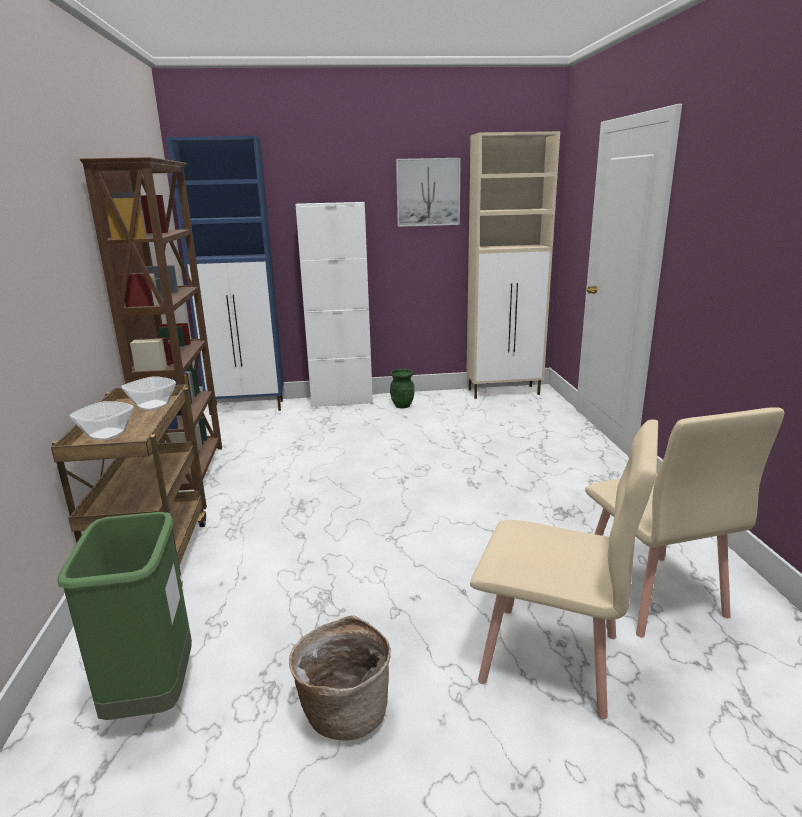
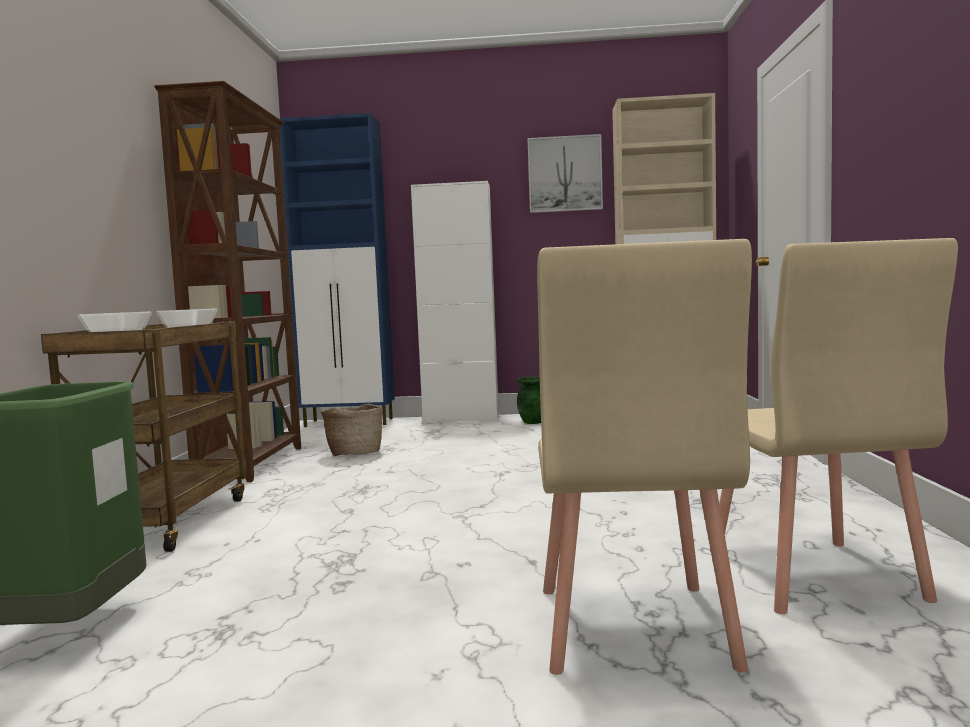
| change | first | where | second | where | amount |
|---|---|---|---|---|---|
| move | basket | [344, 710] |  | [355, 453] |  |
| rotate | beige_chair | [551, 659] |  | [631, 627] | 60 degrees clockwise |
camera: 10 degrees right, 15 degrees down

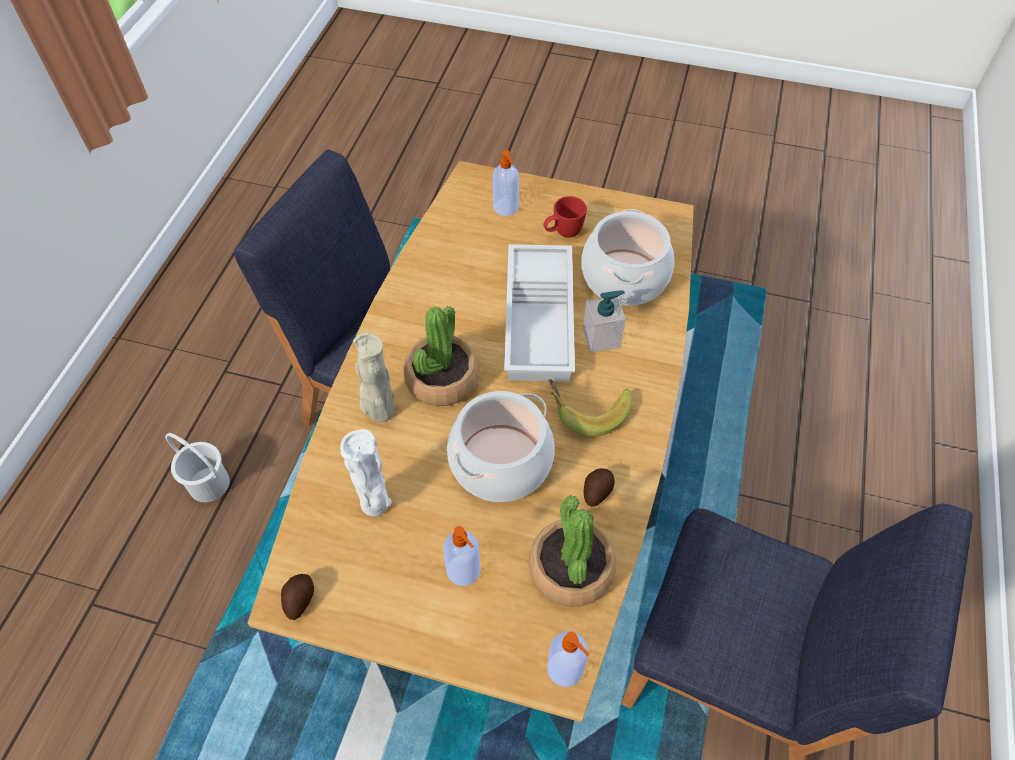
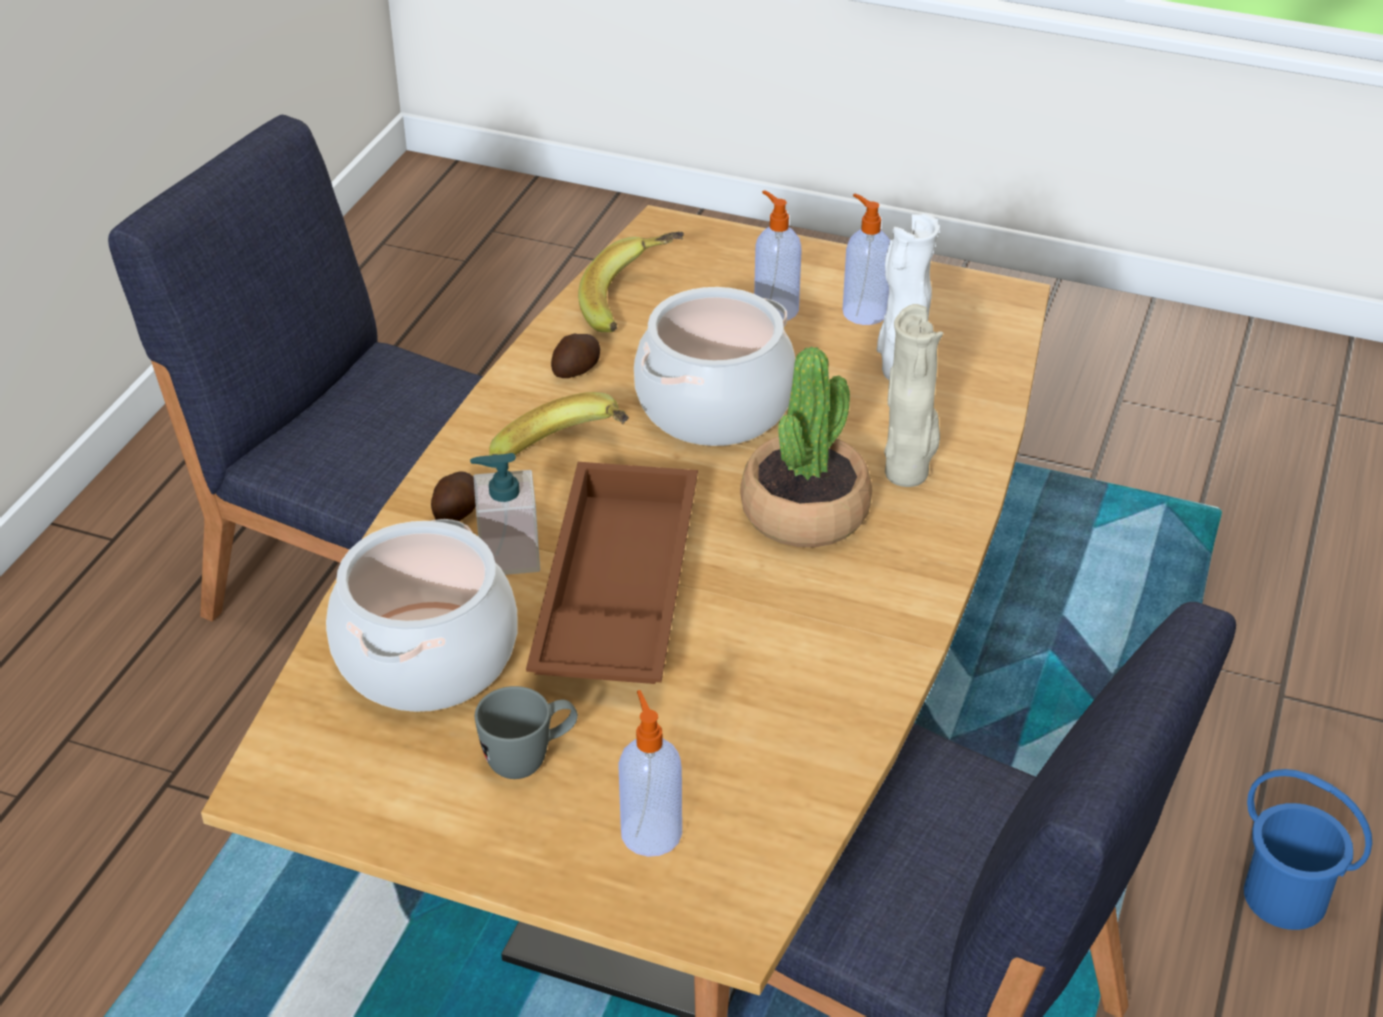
| change | first | where | second | where | amount |
|---|---|---|---|---|---|
| move | potato | [299, 599] |  | [458, 512] |  |
| recolor | red_mug | [563, 233] | grey_mug | [530, 759] |  |
| recolor | white_tray | [541, 319] | brown_tray | [613, 592] |  |
| replace | potted_plant | [570, 569] | banana | [634, 304] |  |
| move | soap_dispenser | [566, 670] |  | [863, 312] |  |
| recolor | white_bucket | [208, 484] | blue_bucket | [1285, 895] |  |
camera: 175 degrees left, 15 degrees down

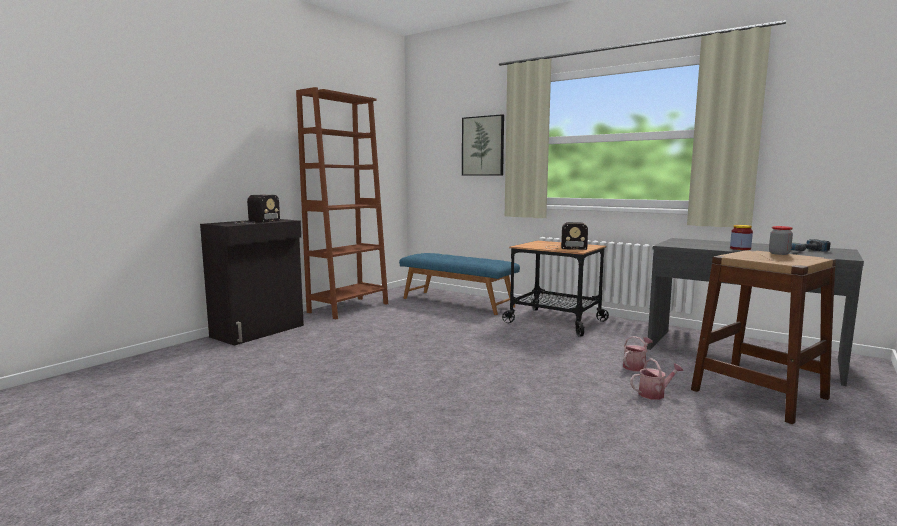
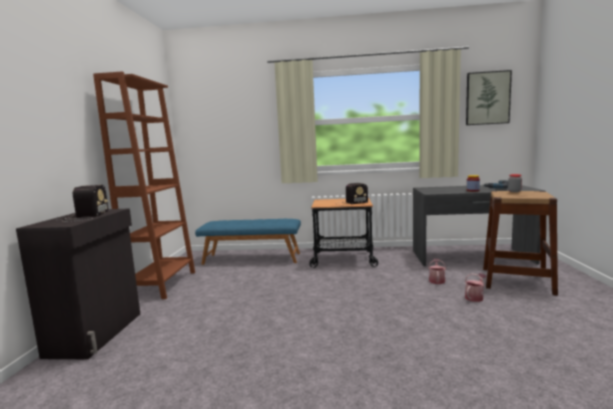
| change | first | where | second | where | amount |
|---|---|---|---|---|---|
| move | picture | [483, 146] |  | [487, 98] |  |
camera: 30 degrees left, 0 degrees up

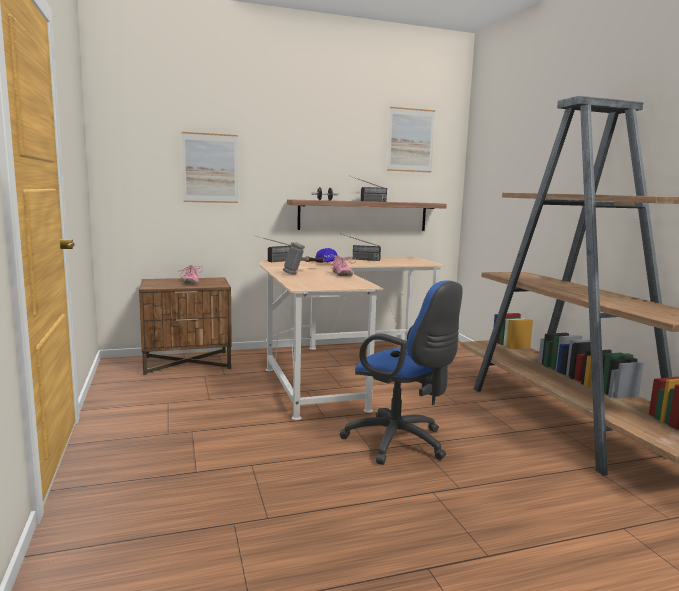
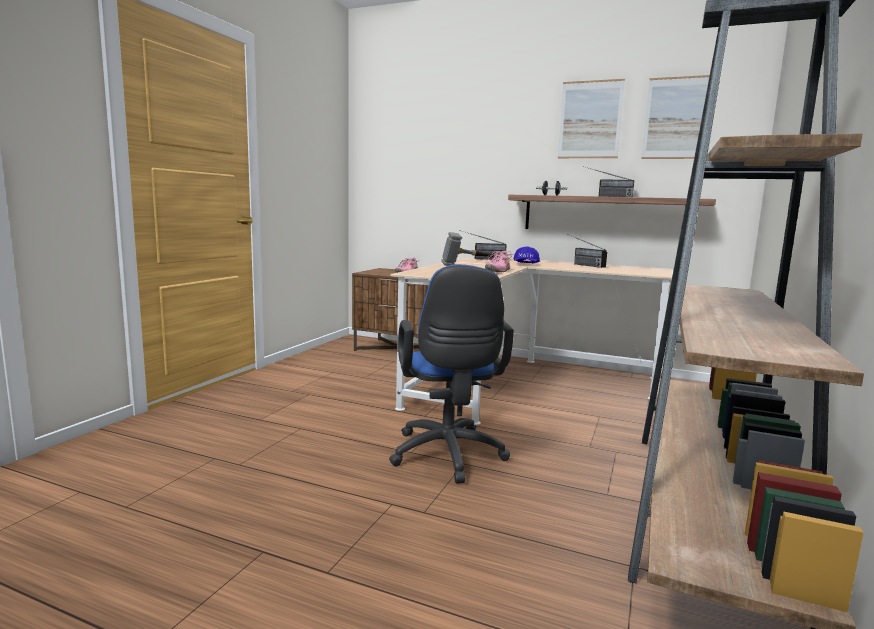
| change | first | where | second | where | amount |
|---|---|---|---|---|---|
| move | picture | [210, 168] |  | [590, 120] |  |
camera: 40 degrees right, 0 degrees up

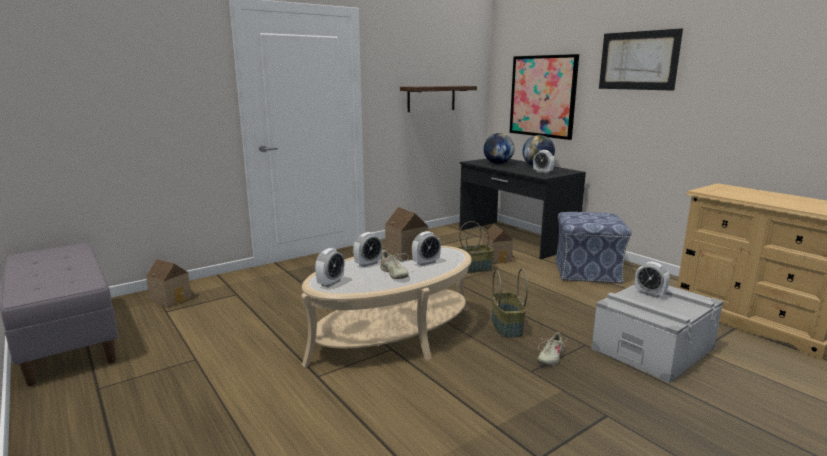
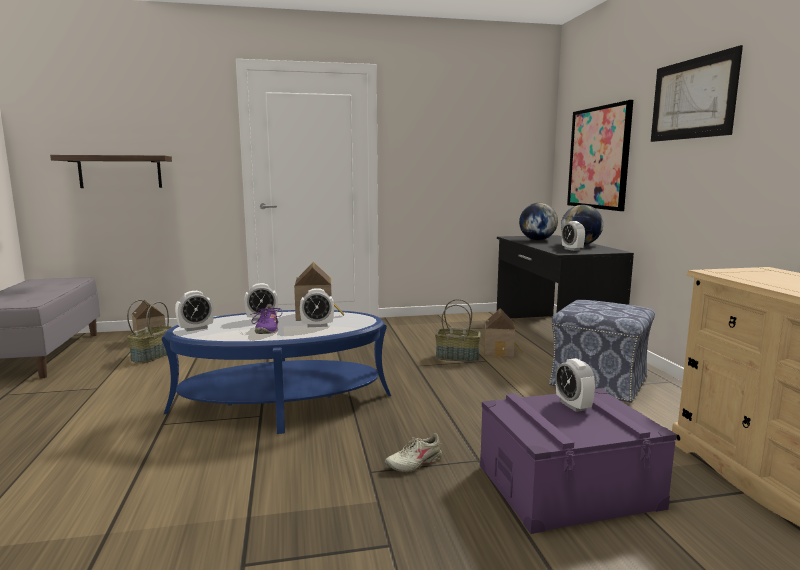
| change | first | where | second | where | amount |
|---|---|---|---|---|---|
| move | shelf | [431, 98] |  | [120, 172] |  |
| move | basket | [506, 326] |  | [152, 355] |  |
| recolor | beige_coffee_table | [393, 334] | blue_coffee_table | [281, 403] |  |
| recolor | beige_shoe | [393, 273] | purple_shoe | [266, 329] |  |
| recolor | grey_storage_box | [652, 348] | purple_storage_box | [567, 486] |  |
camera: 25 degrees right, 5 degrees down

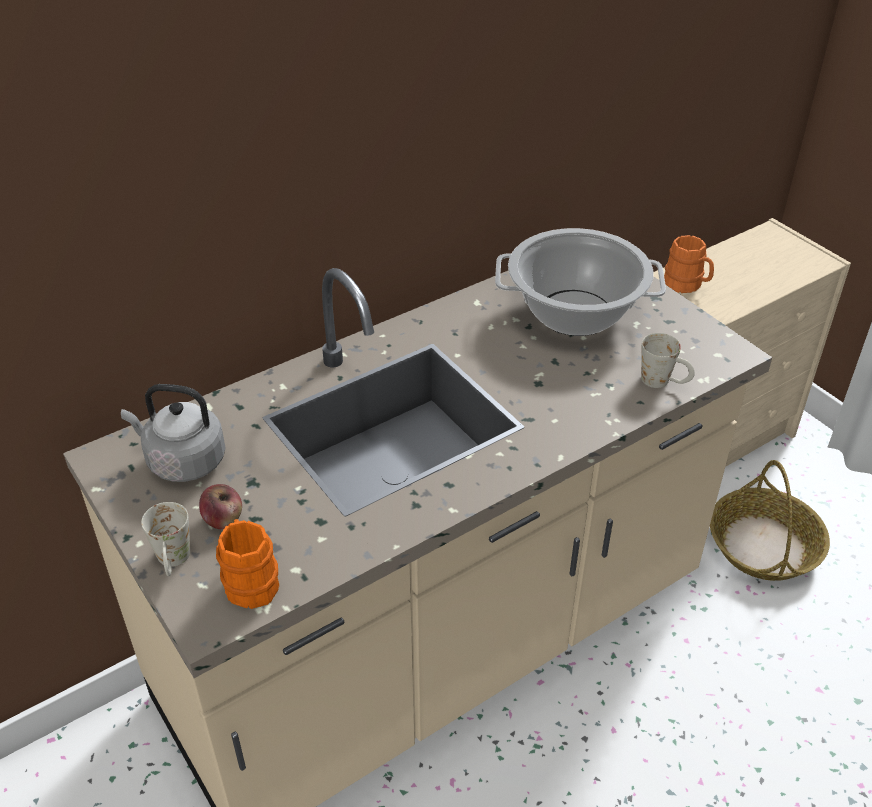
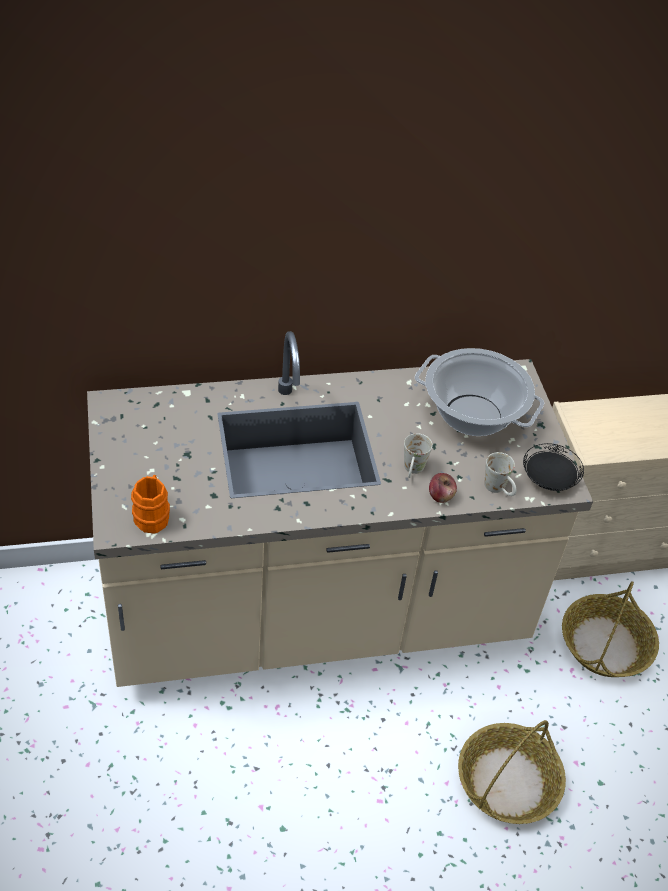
| change | first | where | second | where | amount |
|---|---|---|---|---|---|
| move | white_mug | [174, 563] |  | [412, 471] |  |
| move | apple | [223, 519] |  | [440, 496] |  |
| insert |  |  | basket | [507, 781] |  |
| insert |  |  | black_plate | [548, 479] |  |
| delete | grey_kettle | [182, 461] |  |  |  |
| delete | orange_mug | [686, 285] |  |  |  |
camera: 20 degrees right, 5 degrees up

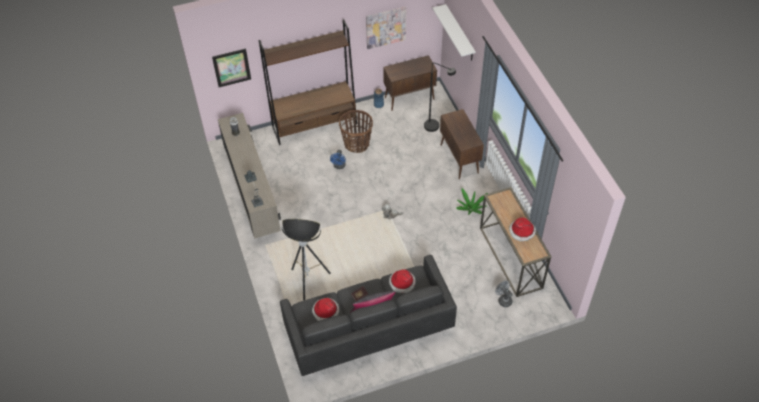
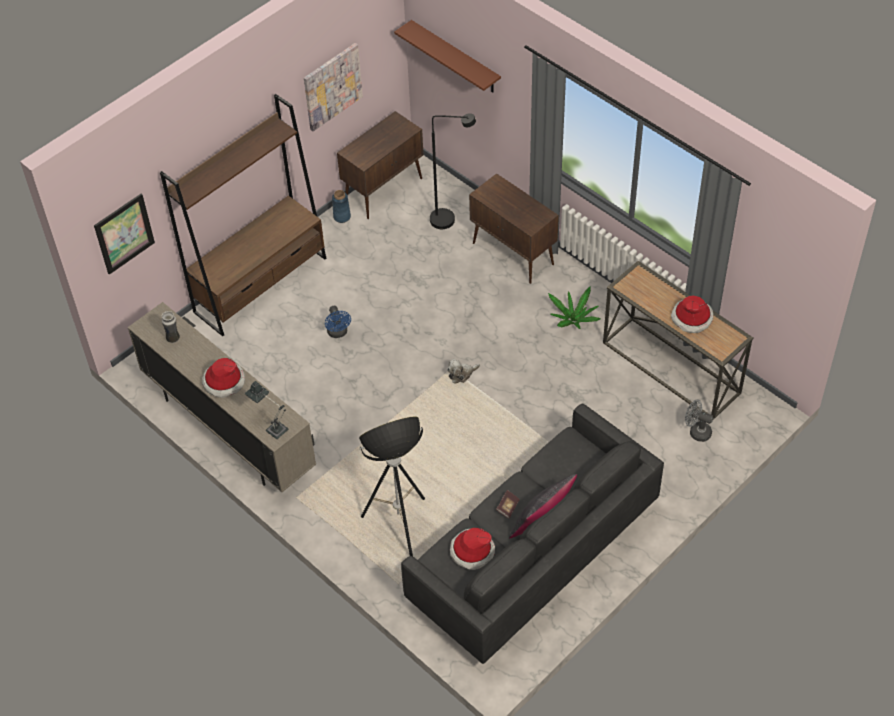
| change | first | where | second | where | amount |
|---|---|---|---|---|---|
| move | hat | [402, 282] |  | [224, 381] |  |
| recolor | white_shelf | [460, 33] | brown_shelf | [455, 57] |  |
| delete | basket | [357, 144] |  |  |  |
camera: 25 degrees left, 0 degrees up

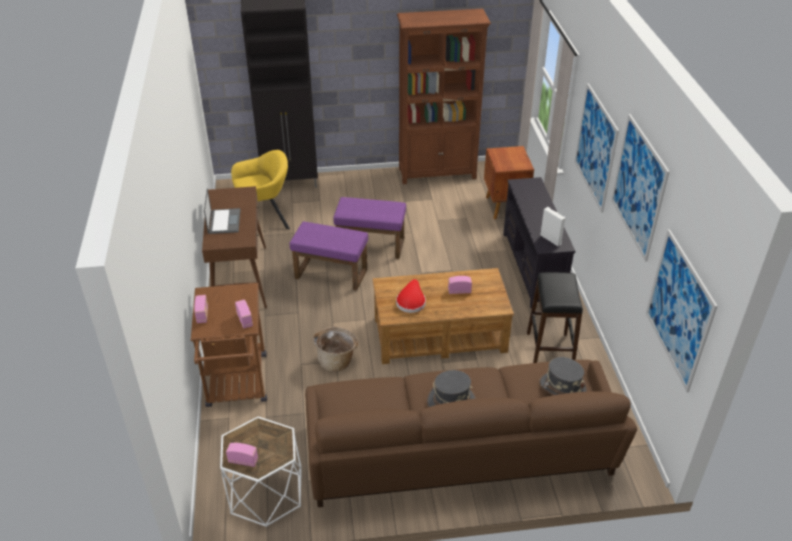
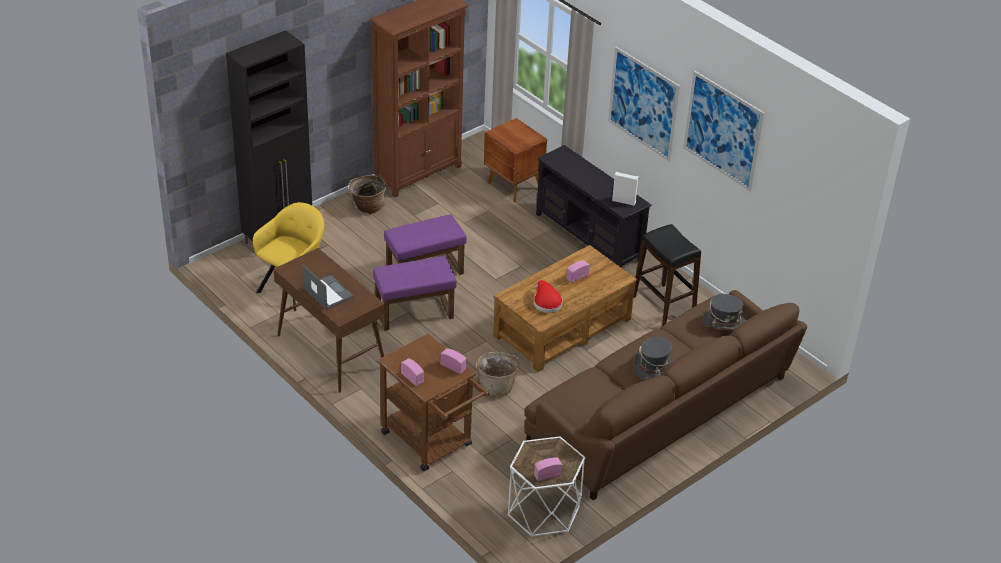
| change | first | where | second | where | amount |
|---|---|---|---|---|---|
| insert |  |  | basket | [368, 207] |  |
| delete | picture | [679, 310] |  |  |  |
camera: 35 degrees left, 0 degrees up

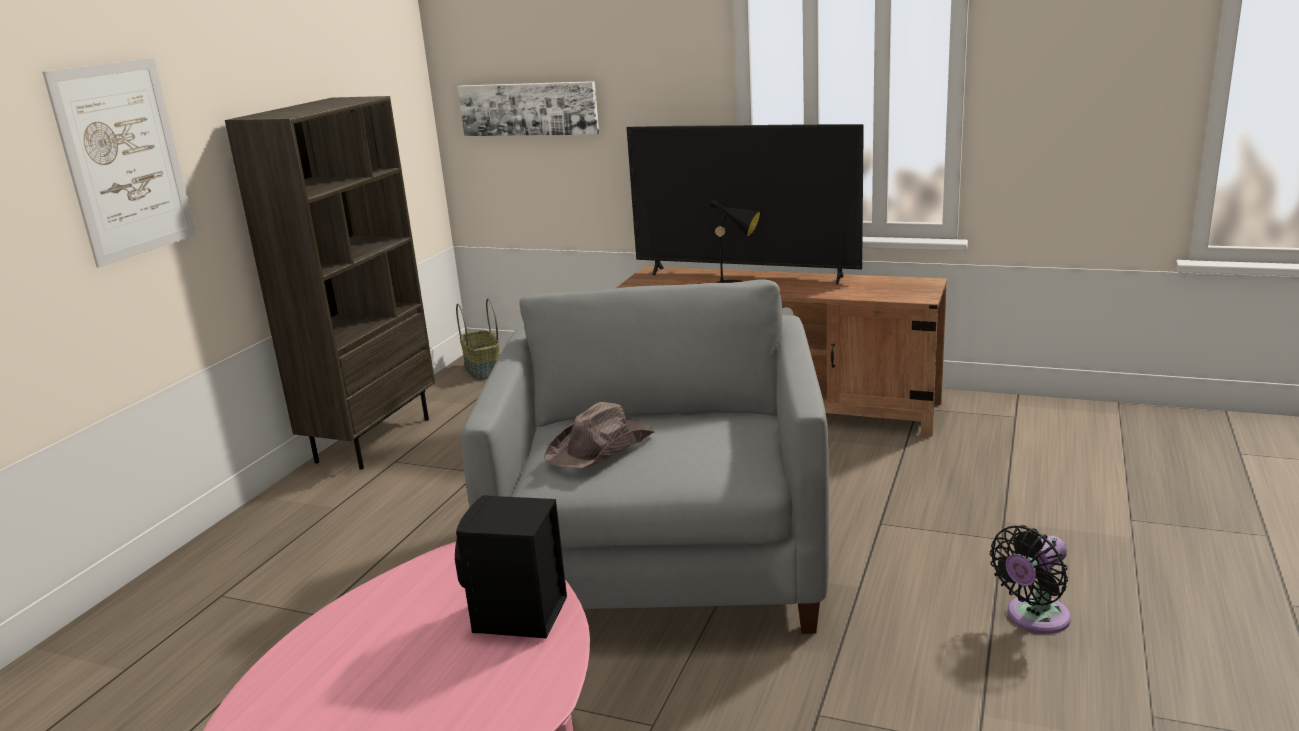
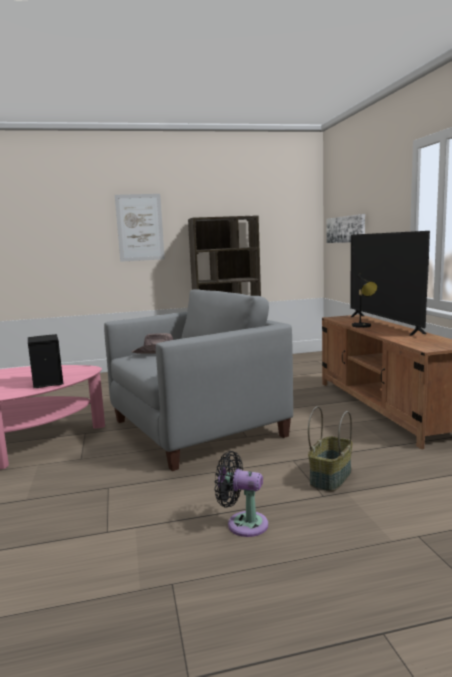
| change | first | where | second | where | amount |
|---|---|---|---|---|---|
| move | basket | [482, 370] |  | [330, 477] |  |
camera: 55 degrees right, 10 degrees down

